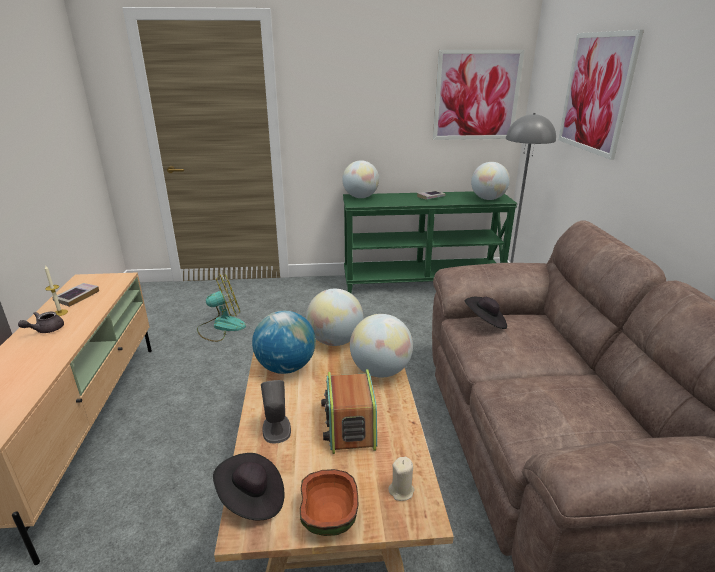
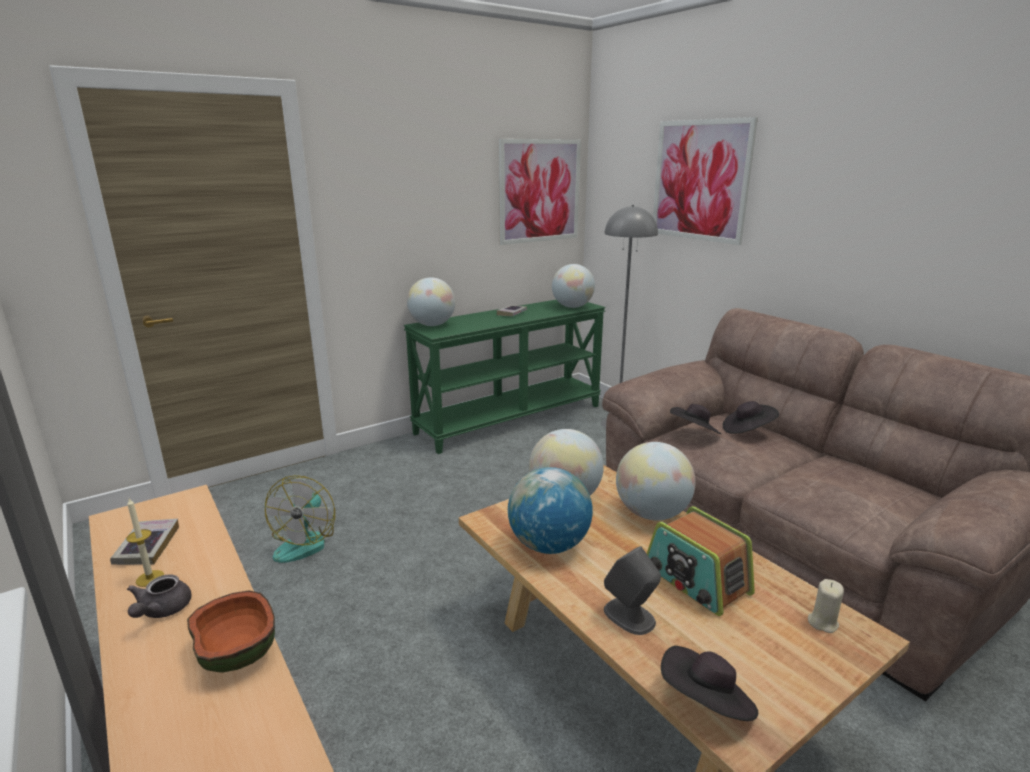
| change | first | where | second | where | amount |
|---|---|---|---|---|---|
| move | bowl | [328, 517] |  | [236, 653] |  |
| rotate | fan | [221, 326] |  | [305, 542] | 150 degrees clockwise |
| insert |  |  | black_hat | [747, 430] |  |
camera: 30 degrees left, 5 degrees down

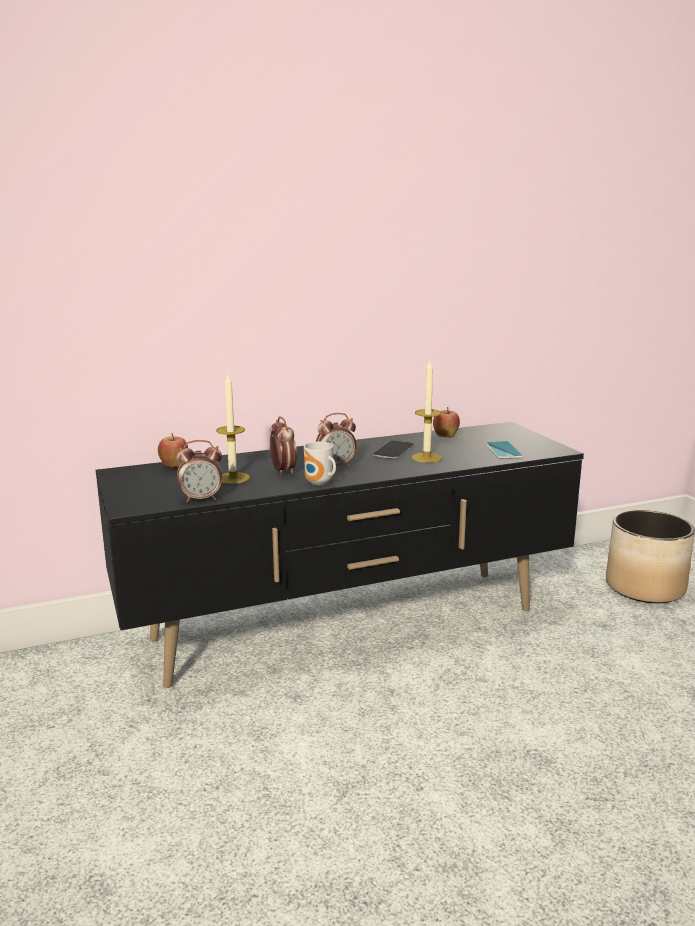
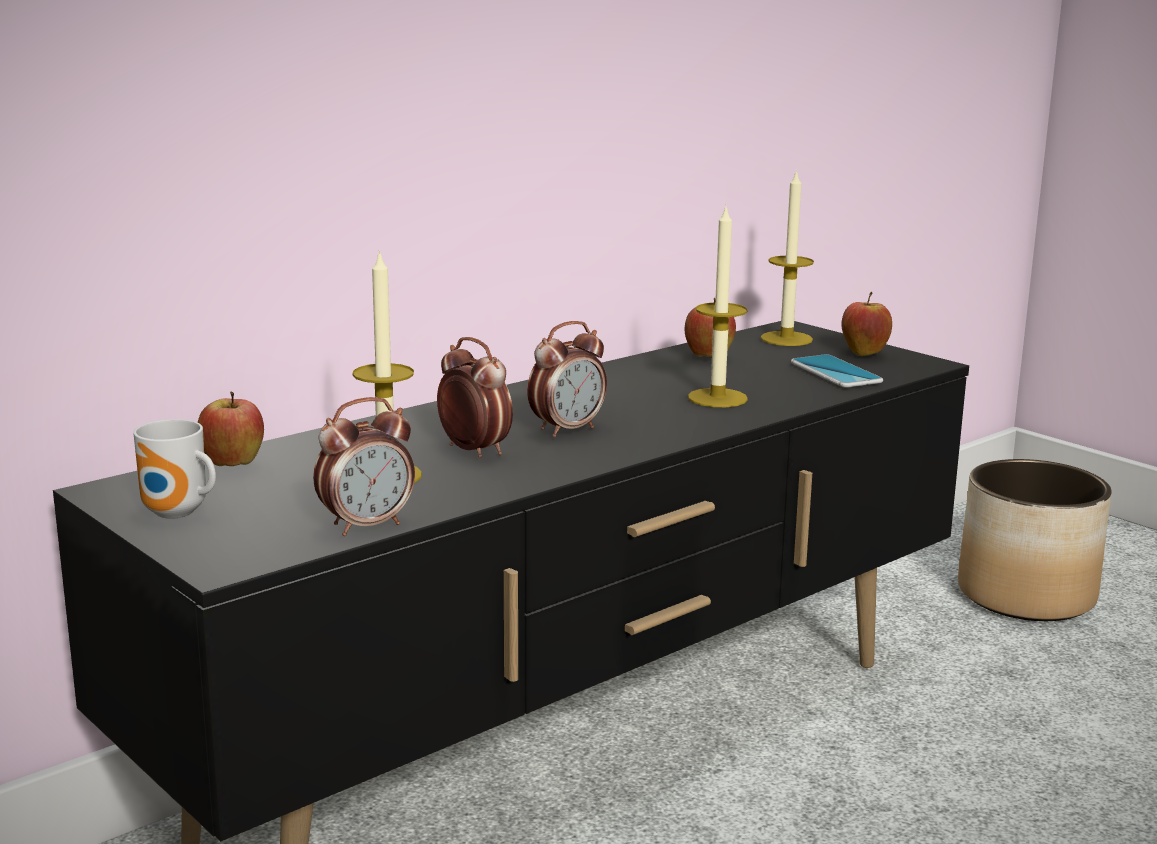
| change | first | where | second | where | amount |
|---|---|---|---|---|---|
| move | mug | [319, 483] |  | [177, 514] |  |
| insert |  |  | candle | [786, 339] |  |
| insert |  |  | apple | [864, 354] |  |
| delete | phone | [393, 451] |  |  |  |
camera: 20 degrees left, 0 degrees up

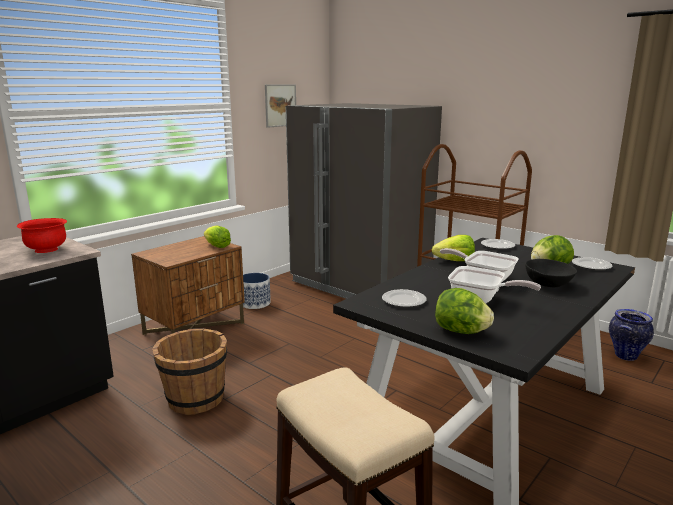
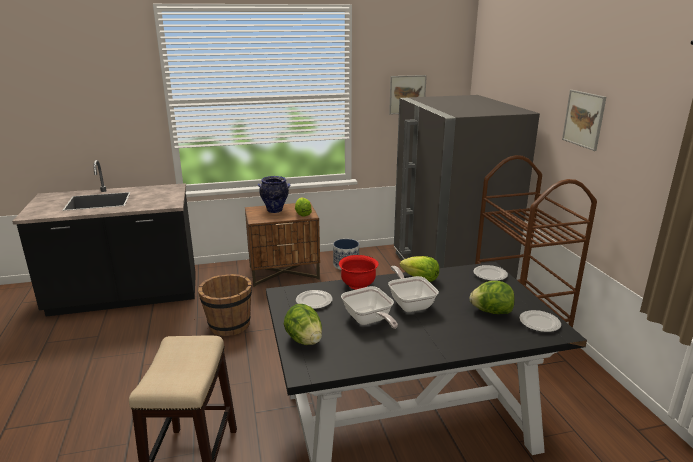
| change | first | where | second | where | amount |
|---|---|---|---|---|---|
| move | vase | [626, 356] |  | [275, 210] |  |
| move | red_bowl | [46, 250] |  | [358, 285] |  |
| insert |  |  | picture | [583, 119] |  |
| delete | black_bowl | [548, 284] |  |  |  |
camera: 35 degrees right, 5 degrees up

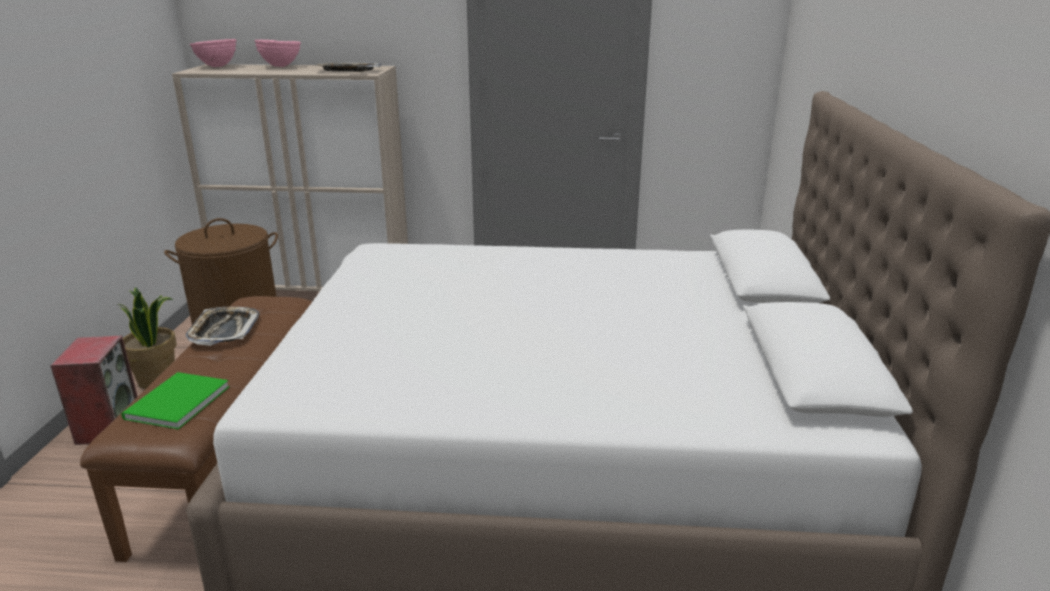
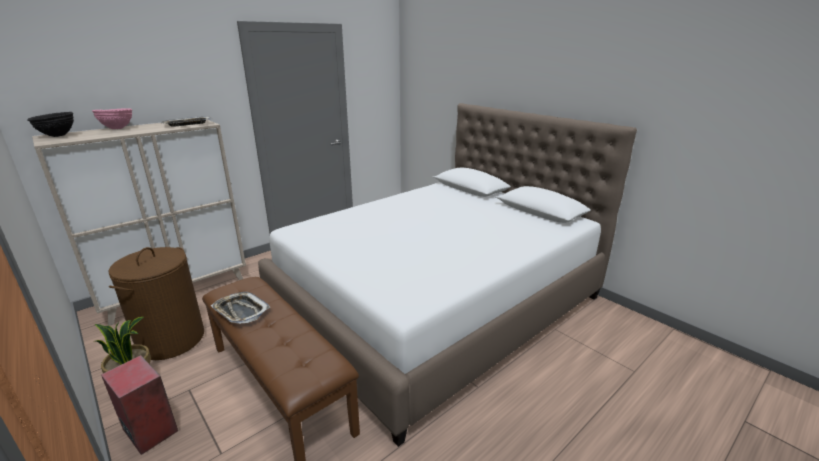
| change | first | where | second | where | amount |
|---|---|---|---|---|---|
| recolor | pink_bowl | [217, 67] | black_bowl | [57, 136] |  |
| delete | green_book | [174, 403] |  |  |  |
camera: 45 degrees left, 0 degrees up

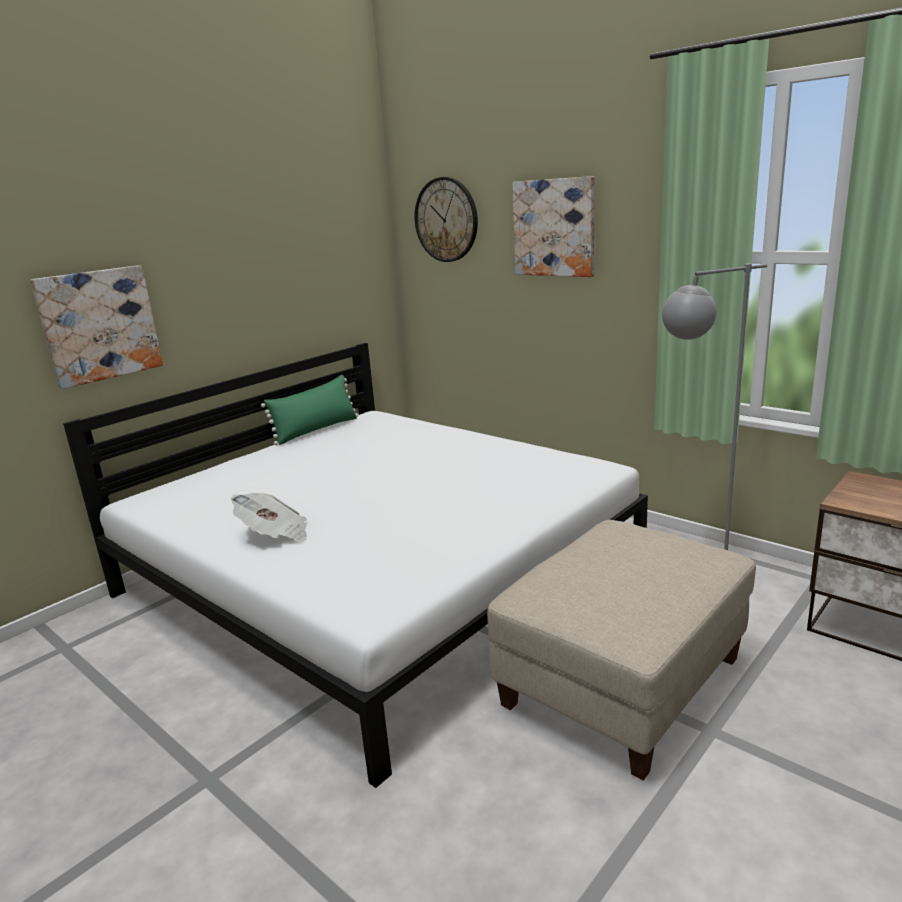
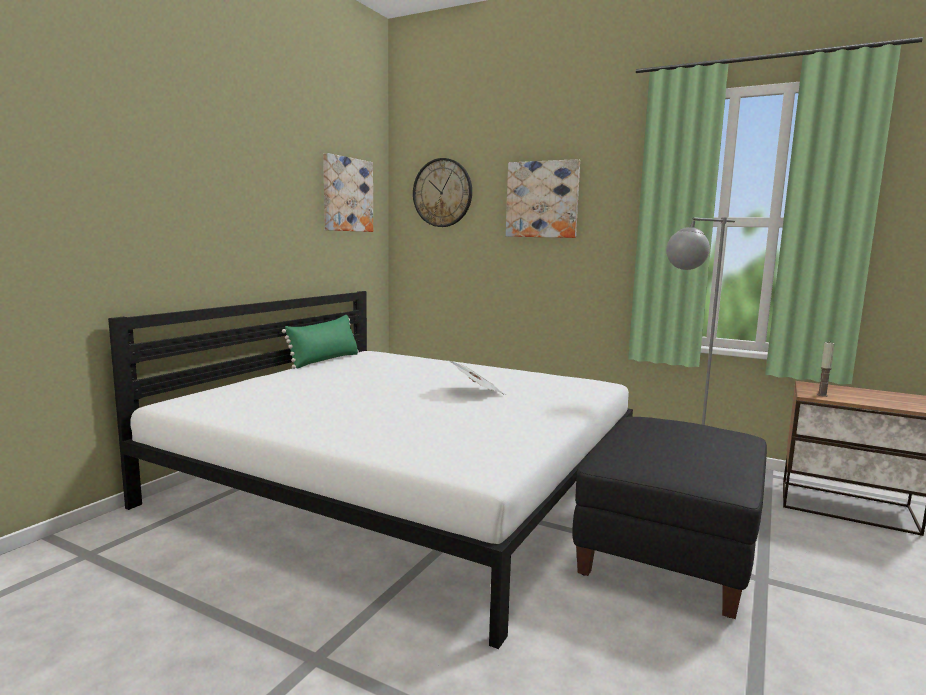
| change | first | where | second | where | amount |
|---|---|---|---|---|---|
| move | picture | [99, 325] |  | [347, 194] |  |
| move | newspaper | [275, 534] |  | [477, 393] |  |
| recolor | beige_ottoman | [622, 684] | black_ottoman | [669, 551] |  |
| insert |  |  | candle | [822, 395] |  |
camera: 15 degrees left, 10 degrees down

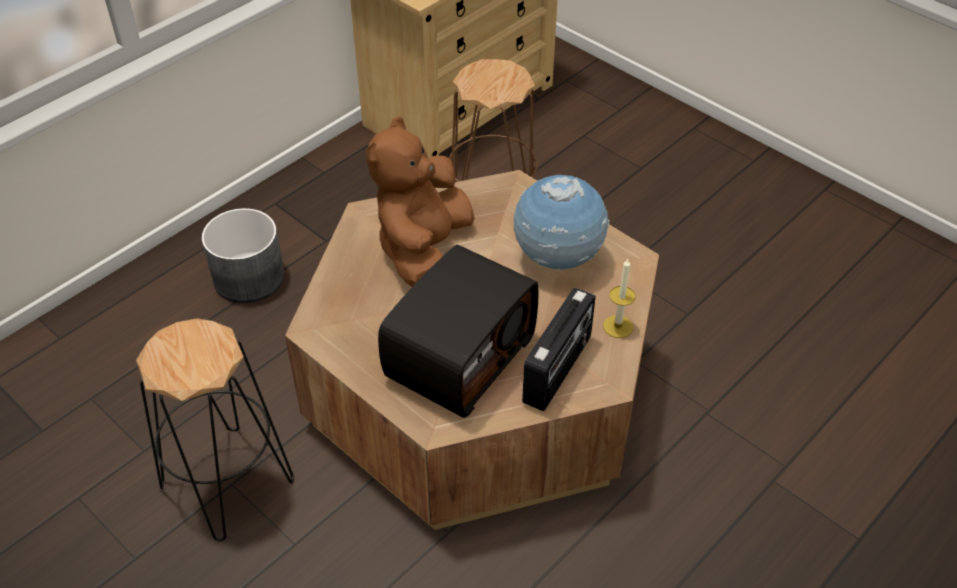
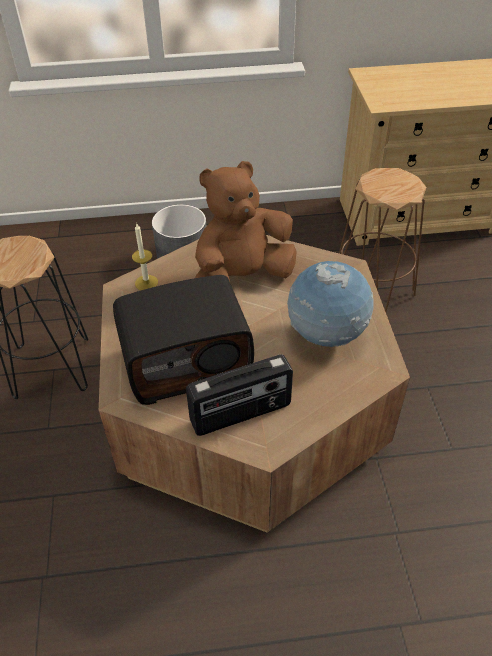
| change | first | where | second | where | amount |
|---|---|---|---|---|---|
| move | candle | [618, 326] |  | [146, 283] |  |
camera: 40 degrees right, 0 degrees up

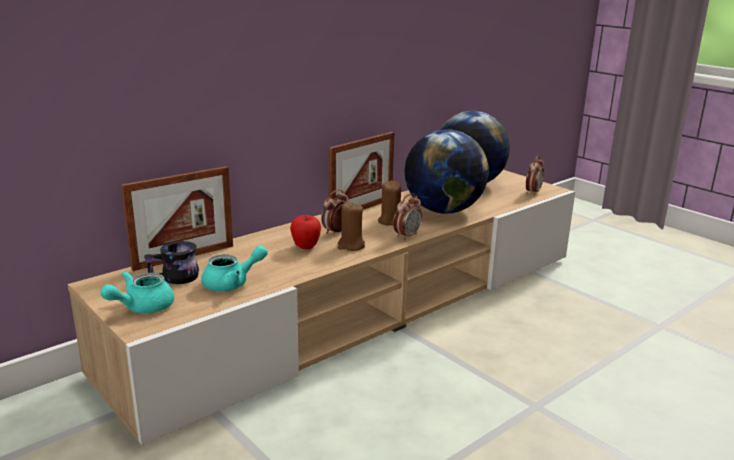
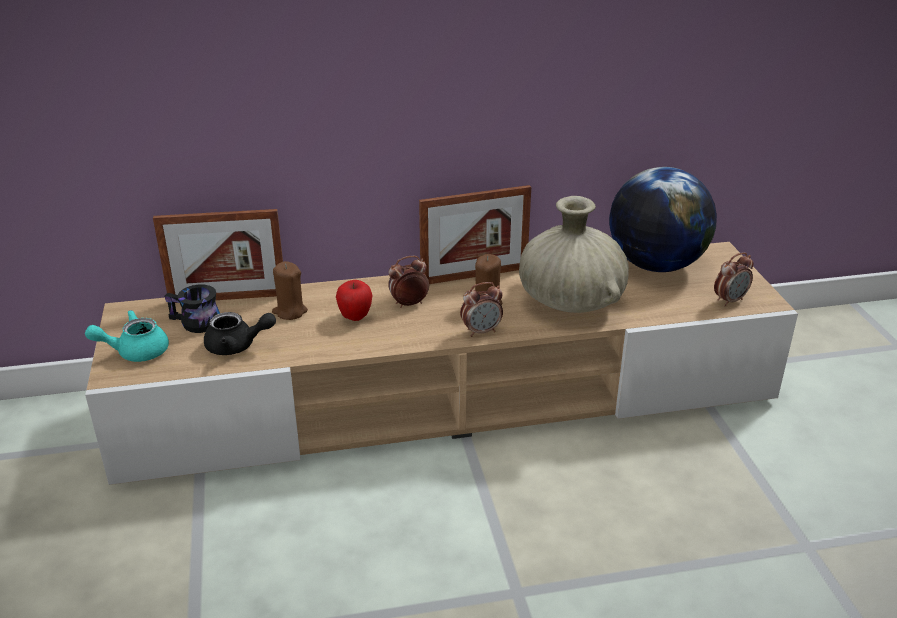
| change | first | where | second | where | amount |
|---|---|---|---|---|---|
| recolor | turquoise_teapot | [232, 283] | black_teapot | [237, 346] |  |
| move | brown_candle | [351, 246] |  | [290, 311] |  |
| replace | globe | [443, 210] | beige_vase | [570, 302] |  |
camera: 30 degrees right, 10 degrees up

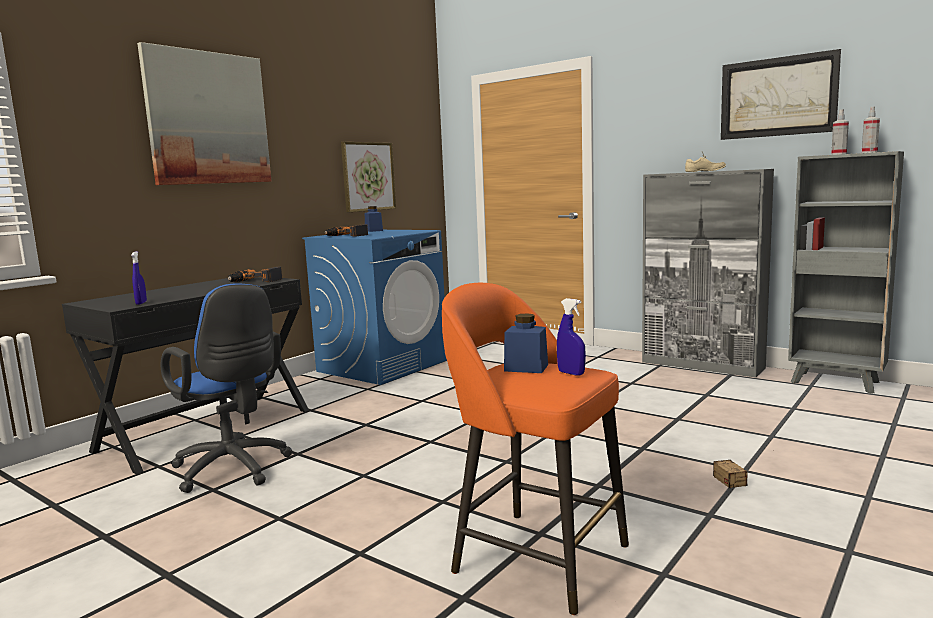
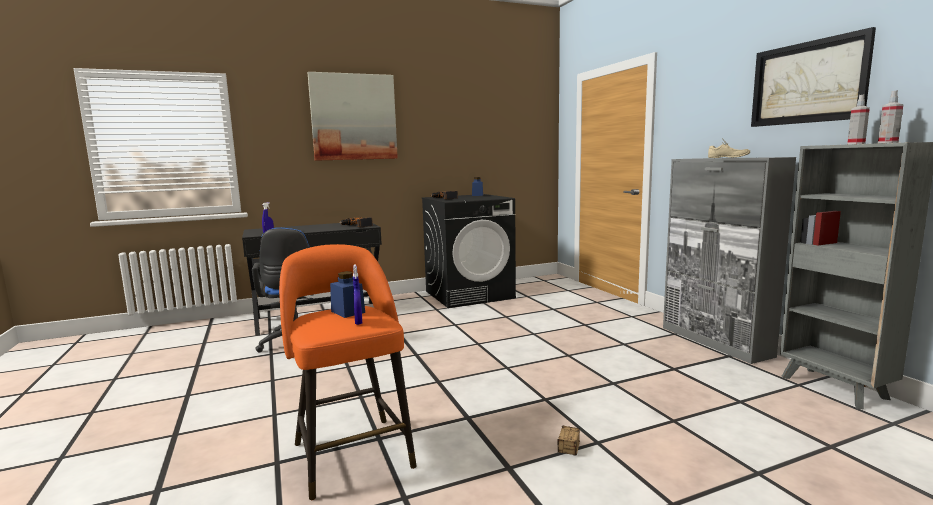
| change | first | where | second | where | amount |
|---|---|---|---|---|---|
| recolor | blue_washing_machine | [383, 365] | black_washing_machine | [469, 294] |  |
| delete | picture | [368, 176] |  |  |  |
camera: 30 degrees right, 0 degrees up

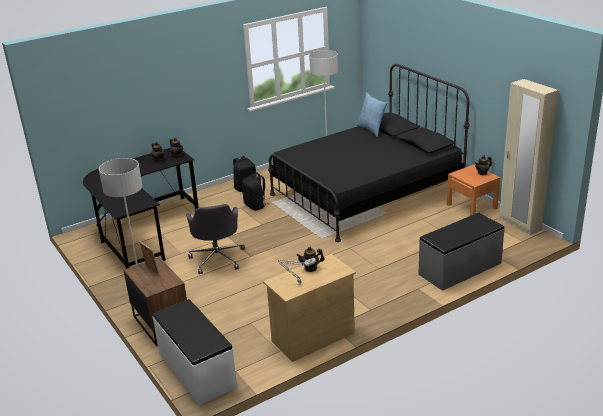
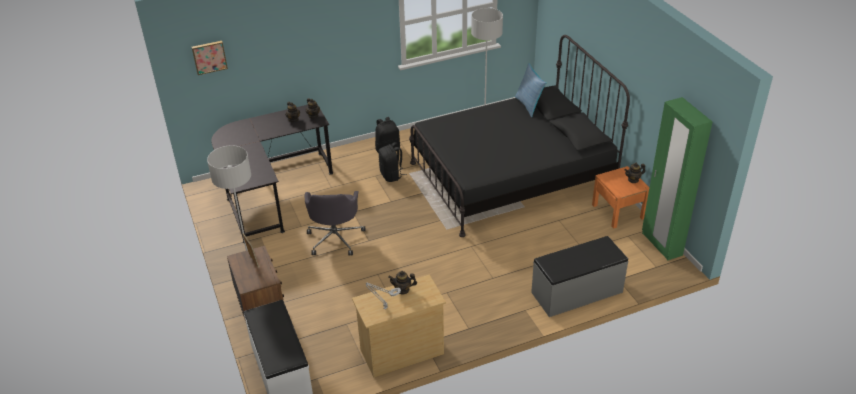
| change | first | where | second | where | amount |
|---|---|---|---|---|---|
| insert |  |  | picture | [209, 57] |  |
| recolor | beige_wardrobe | [519, 224] | green_wardrobe | [661, 244] |  |
camera: 10 degrees right, 10 degrees up

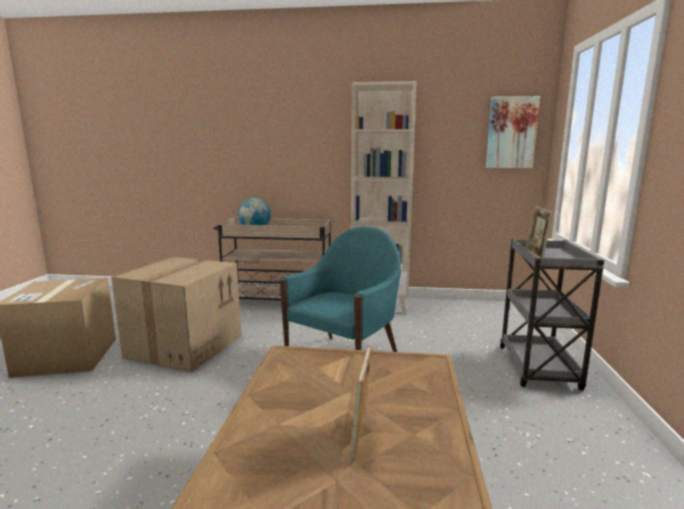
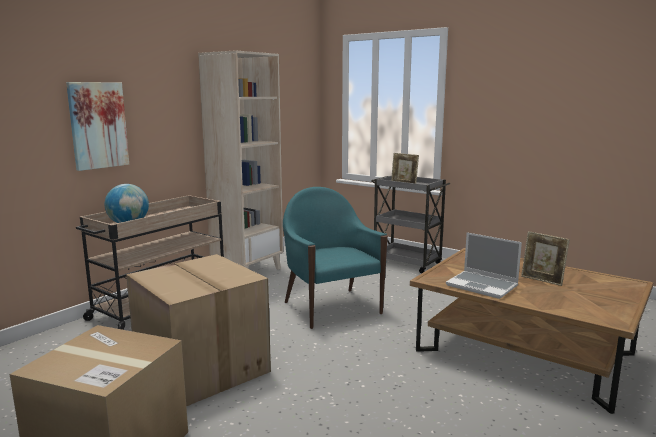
| change | first | where | second | where | amount |
|---|---|---|---|---|---|
| move | picture | [511, 133] |  | [98, 125] |  |
| insert |  |  | laptop | [483, 286] |  |
camera: 60 degrees left, 0 degrees up

